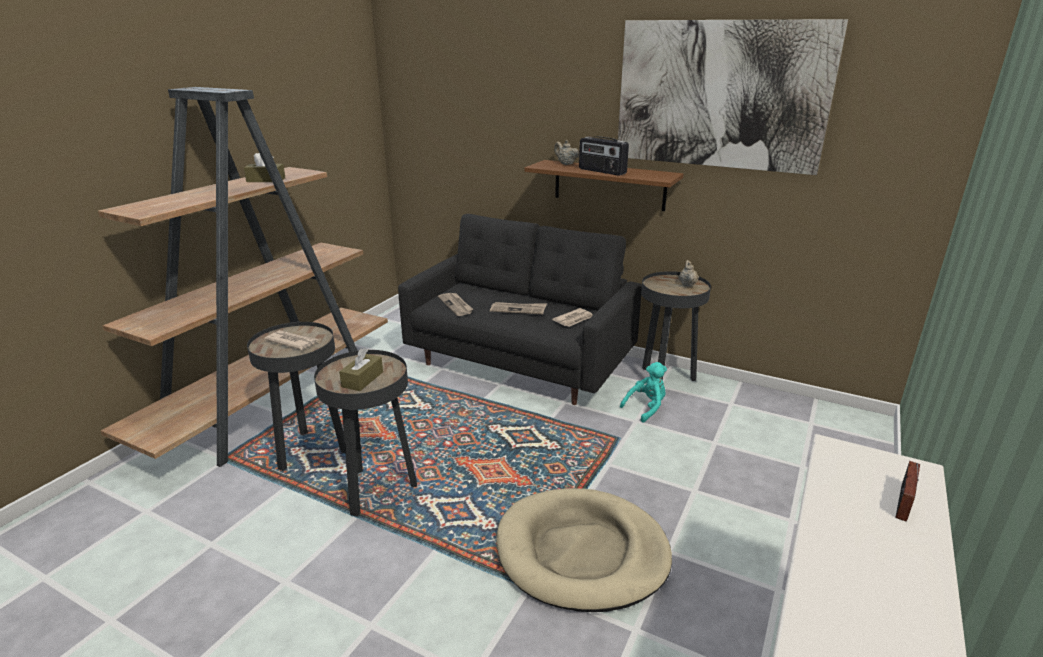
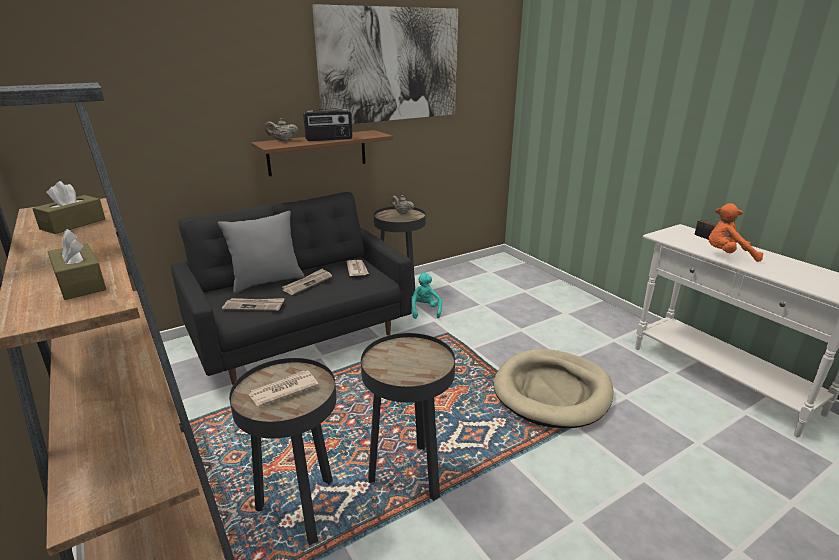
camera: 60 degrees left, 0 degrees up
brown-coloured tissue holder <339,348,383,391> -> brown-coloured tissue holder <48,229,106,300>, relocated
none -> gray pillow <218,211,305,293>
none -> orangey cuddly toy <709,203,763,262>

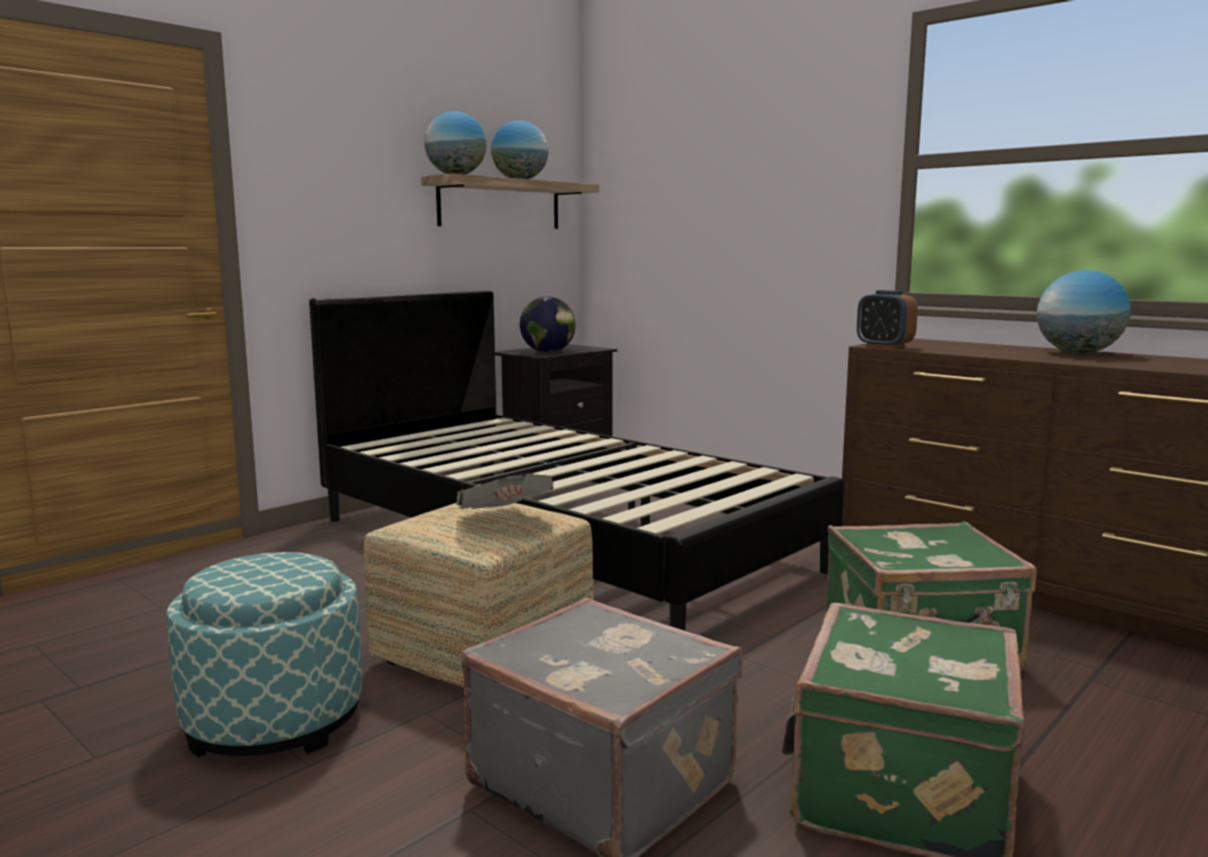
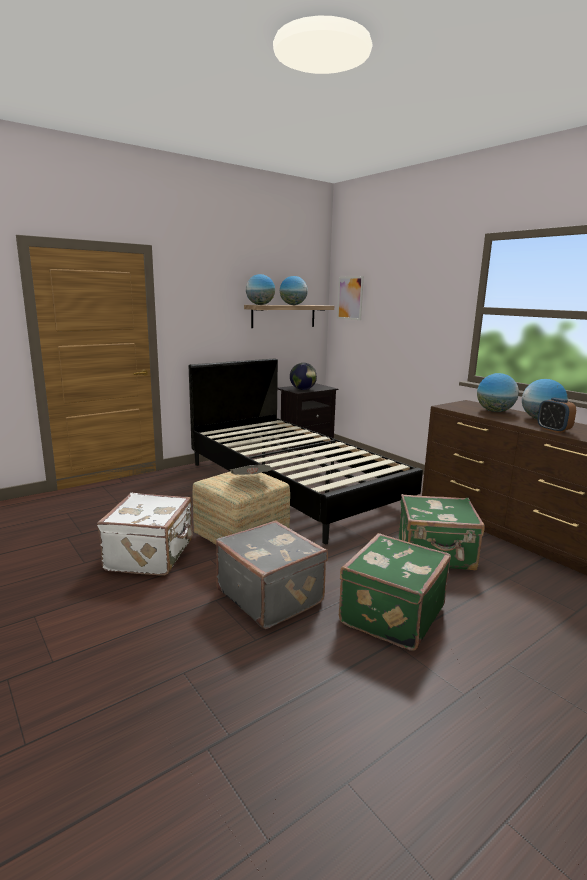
camera: 10 degrees right, 5 degrees up
pouffe <167,552,362,757> -> whitish suitcase <97,493,193,576>
none -> wall art <337,276,364,320>
none -> globe <477,373,519,412>
bedside clock <857,290,918,348> -> bedside clock <537,397,576,433>, relocated

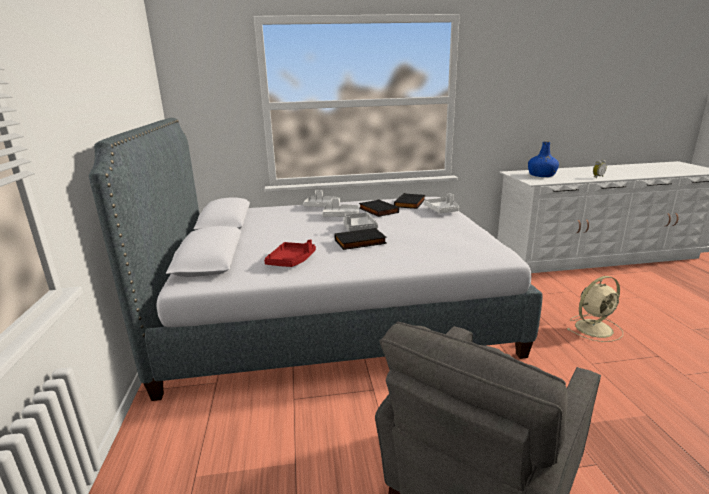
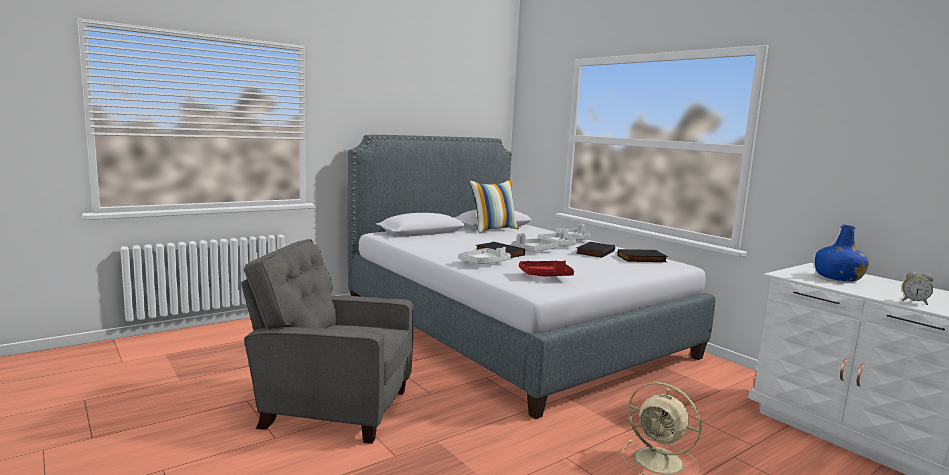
camera: 60 degrees right, 10 degrees down
whitish tray <424,193,459,213> -> whitish tray <459,247,511,264>, relocated
none -> pillow <470,179,519,233>
red-coloured tray <264,240,316,267> -> red-coloured tray <519,261,574,277>, relocated

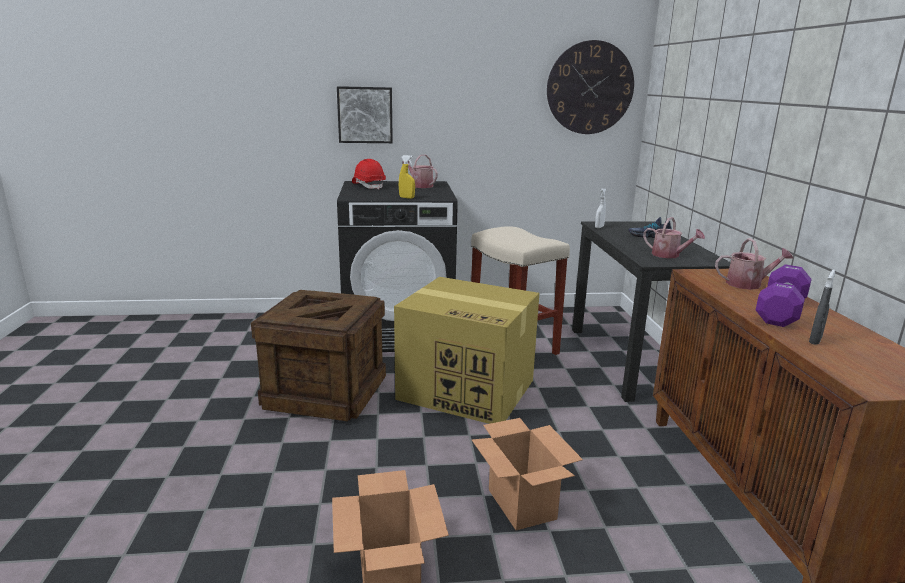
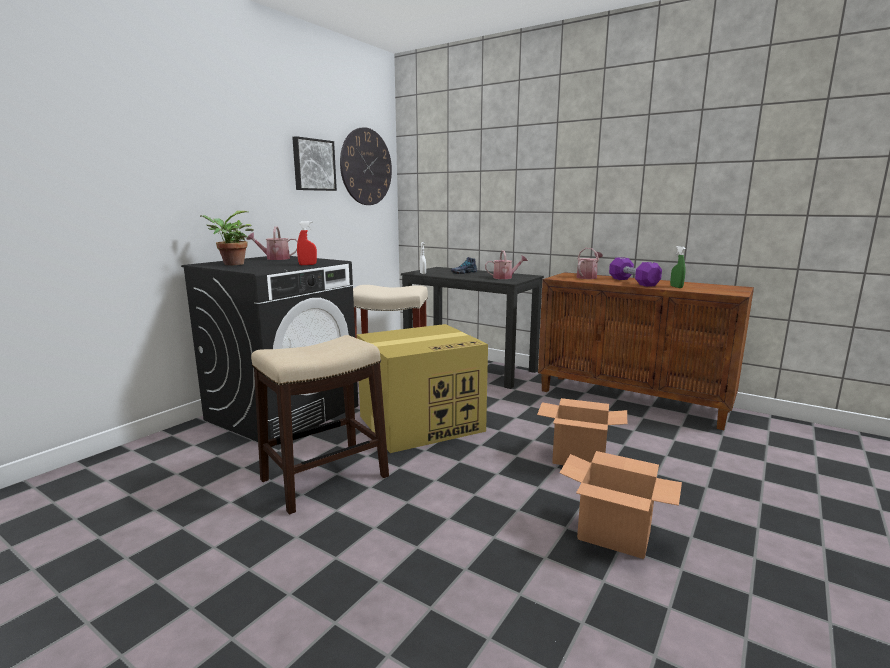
camera: 50 degrees left, 5 degrees down
red-coloured work helmet <352,159,386,190> -> potted plant <200,211,254,265>
shipping crate <251,290,386,421> -> stool <251,335,389,514>
wall art <337,86,393,143> -> wall art <292,136,337,191>, relocated
yellow-coloured spray bottle <399,155,415,199> -> red-coloured spray bottle <297,221,317,265>
gray spray bottle <809,269,835,345> -> green spray bottle <670,246,685,288>

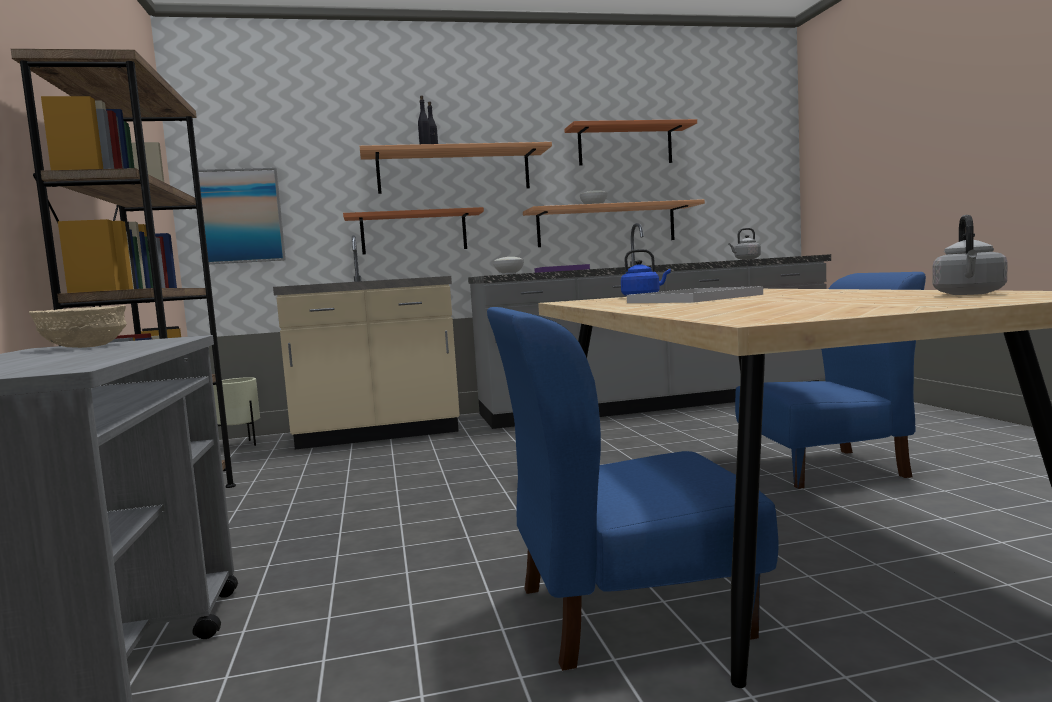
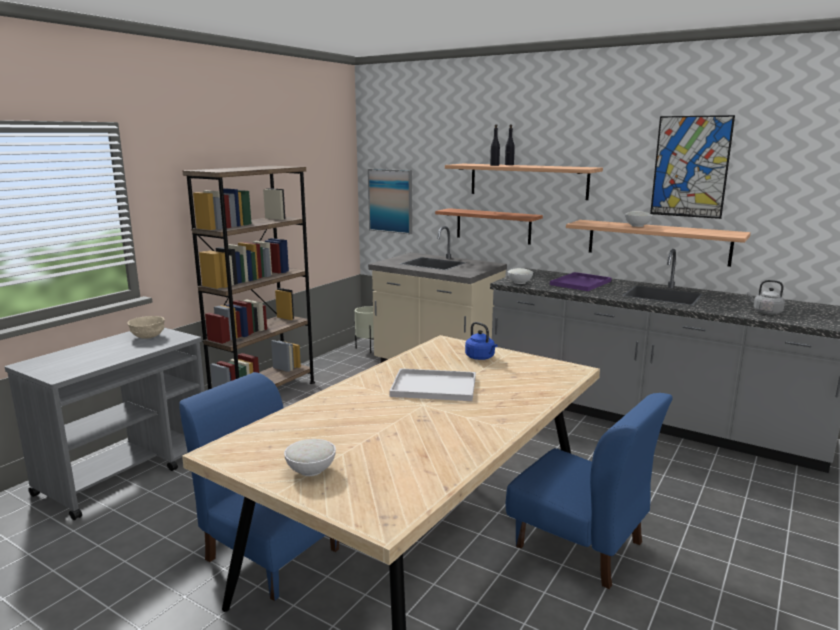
camera: 45 degrees right, 10 degrees up
none -> whitish serving bowl <284,439,336,476>
wall shelf <564,119,697,165> -> wall art <650,115,735,219>
gray tea kettle <932,215,1007,295> -> none

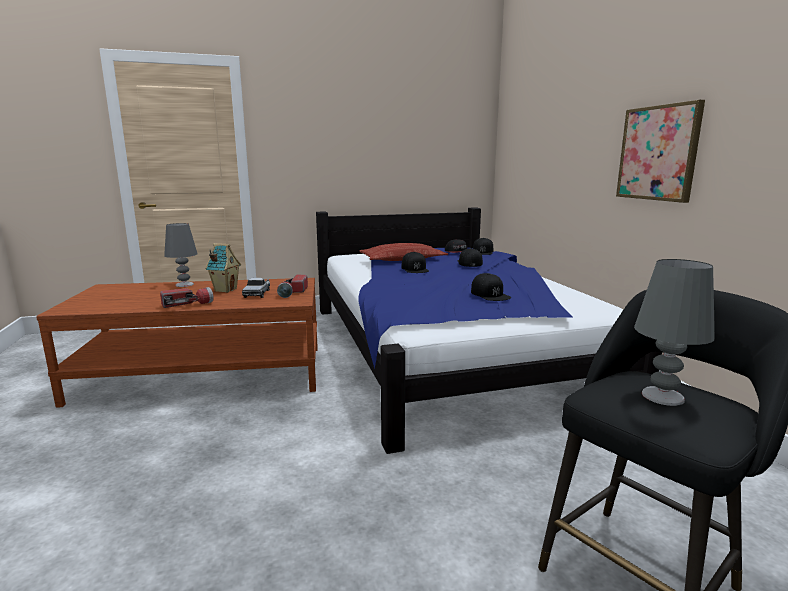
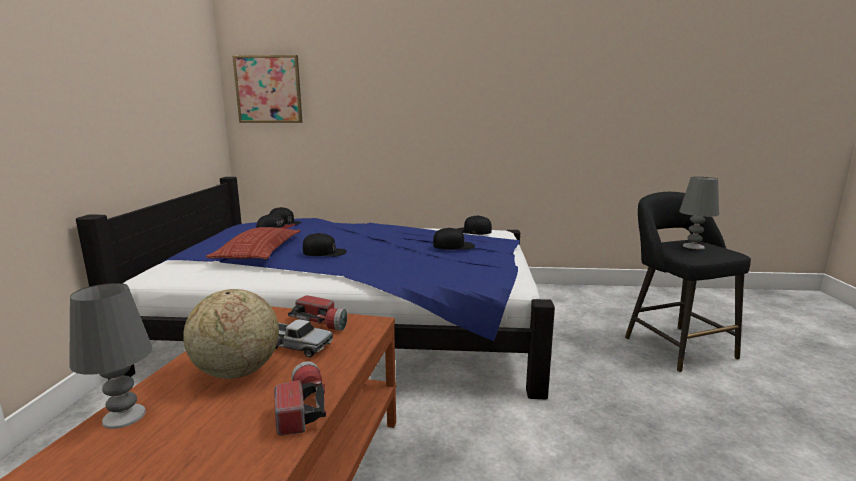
camera: 70 degrees left, 0 degrees up
model house <205,243,241,293> -> globe <183,289,279,379>
wall art <616,100,705,203> -> wall art <232,55,302,123>, relocated
blackish baseball cap <458,248,483,267> -> blackish baseball cap <457,215,492,235>, relocated

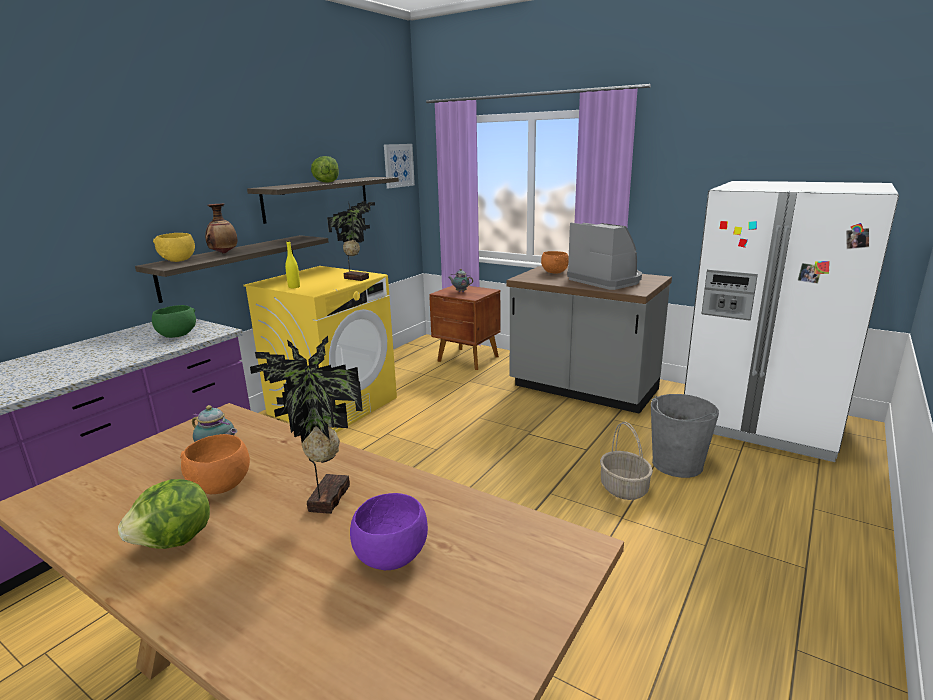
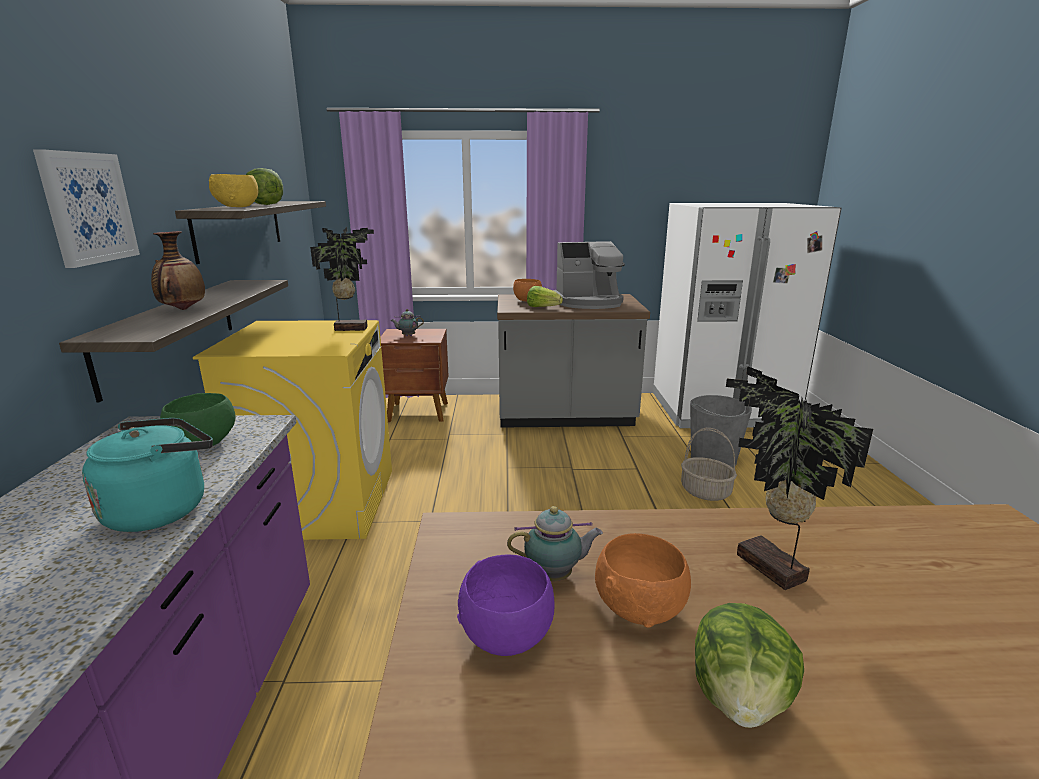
camera: 35 degrees left, 0 degrees up
wall art <384,144,415,188> -> wall art <33,149,140,268>, relocated
none -> turquoise-coloured tea kettle <82,418,213,532>
yellow-coloured serving bowl <153,233,195,262> -> yellow-coloured serving bowl <209,174,258,207>, relocated
purple serving bowl <350,493,428,570> -> purple serving bowl <457,555,555,656>, relocated
none -> lettuce <527,286,563,307>
coffee brewer <567,223,642,290> -> coffee brewer <553,241,625,309>, 150 degrees clockwise
yellow-coloured drink bottle <285,241,300,288> -> none

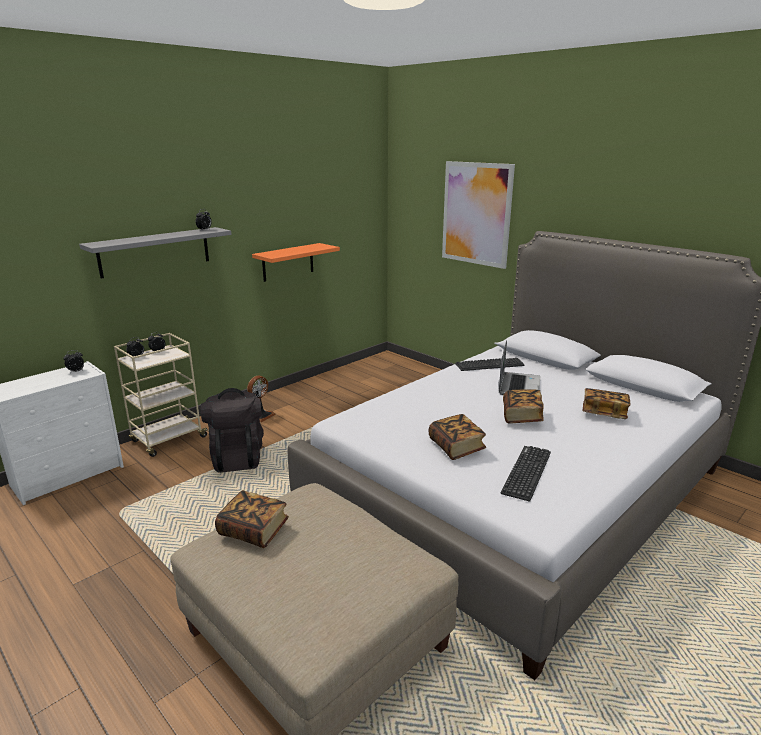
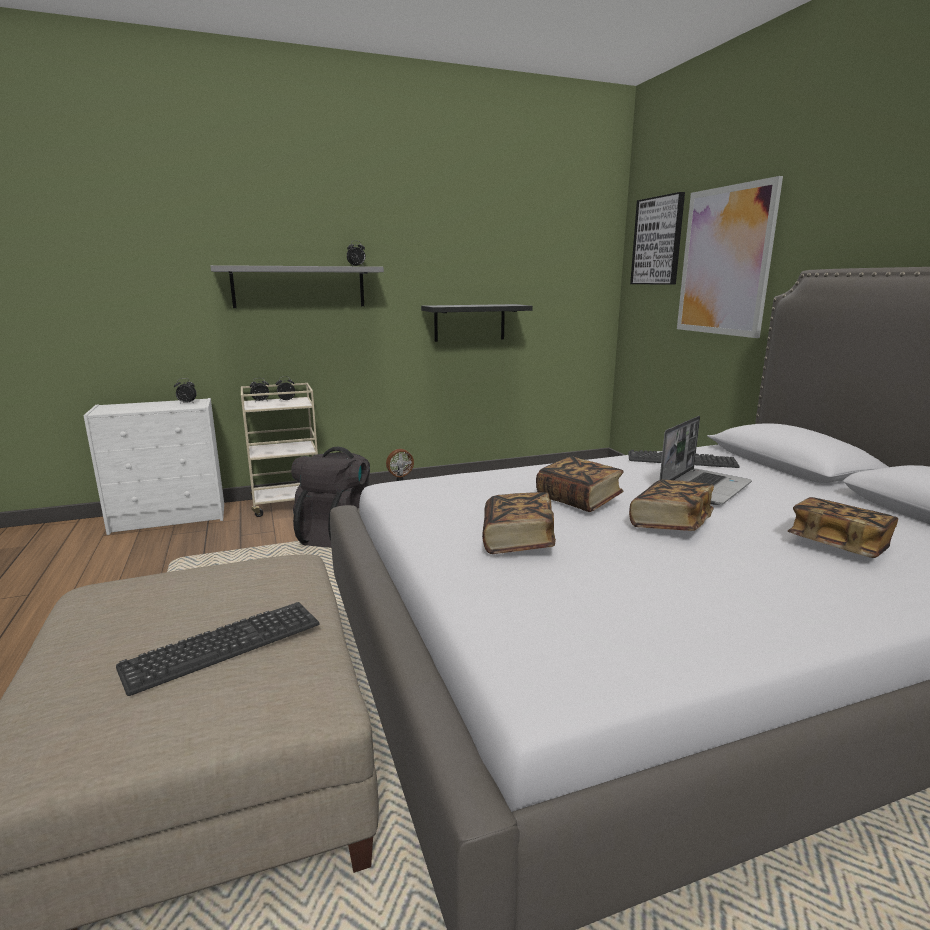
camera: 25 degrees right, 5 degrees down
keyboard <500,446,551,501> -> keyboard <116,602,320,696>, relocated
orangey wall shelf <252,243,340,282> -> blackish wall shelf <421,304,533,342>
volume <215,490,289,548> -> volume <536,456,624,512>, relocated
none -> wall art <630,192,685,285>

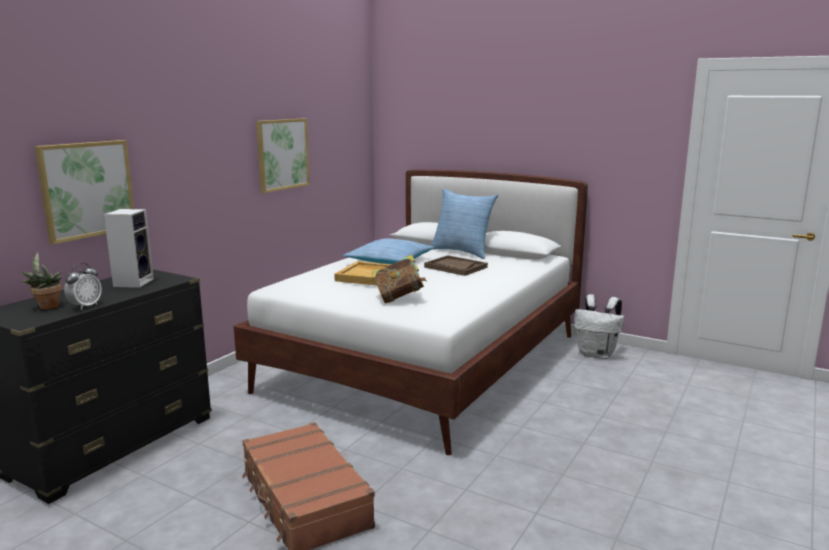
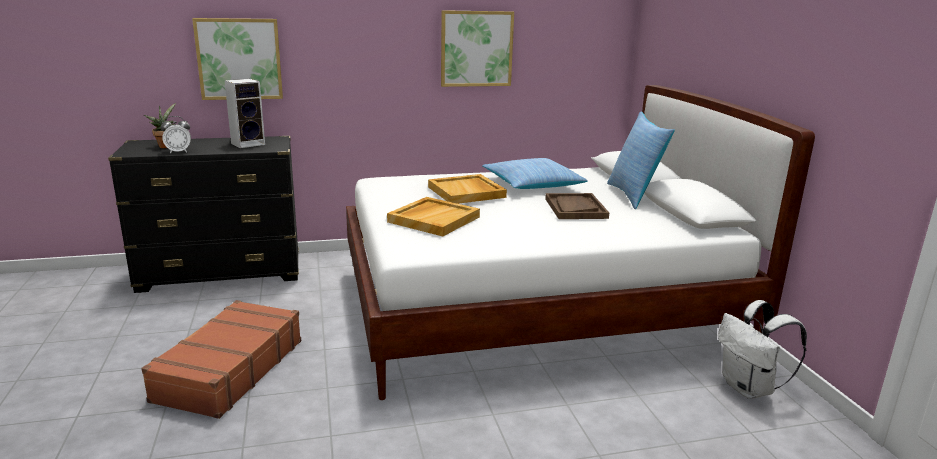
camera: 45 degrees right, 5 degrees up
volume <372,255,427,303> -> sand-coloured tray <387,197,480,237>

